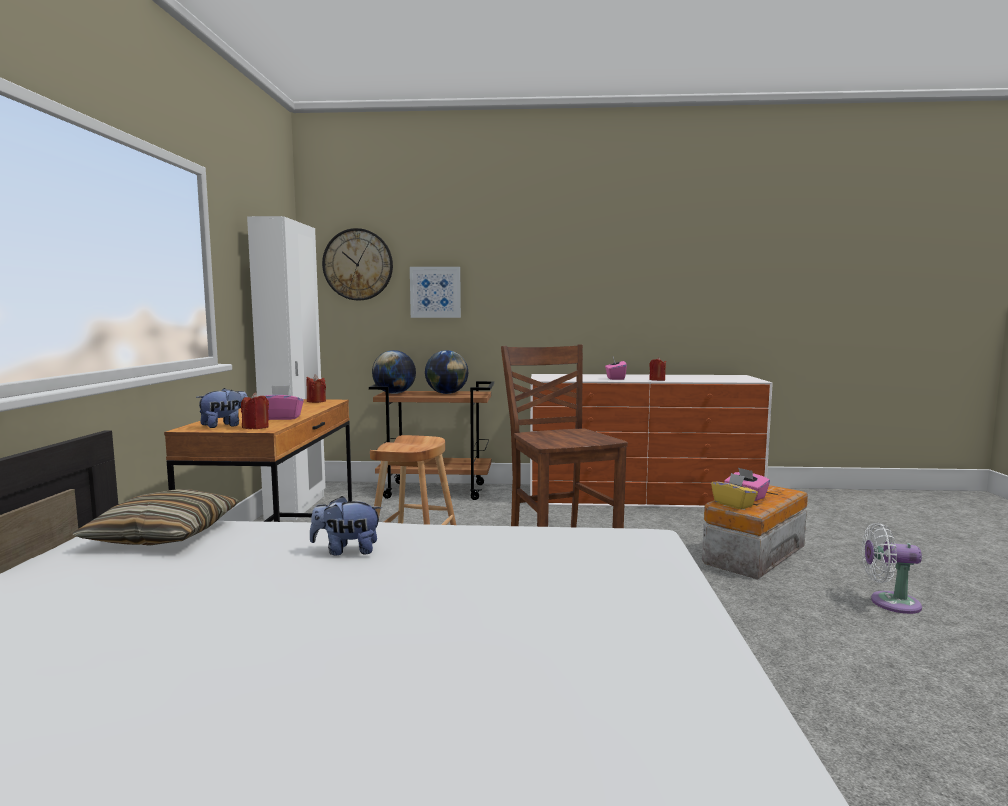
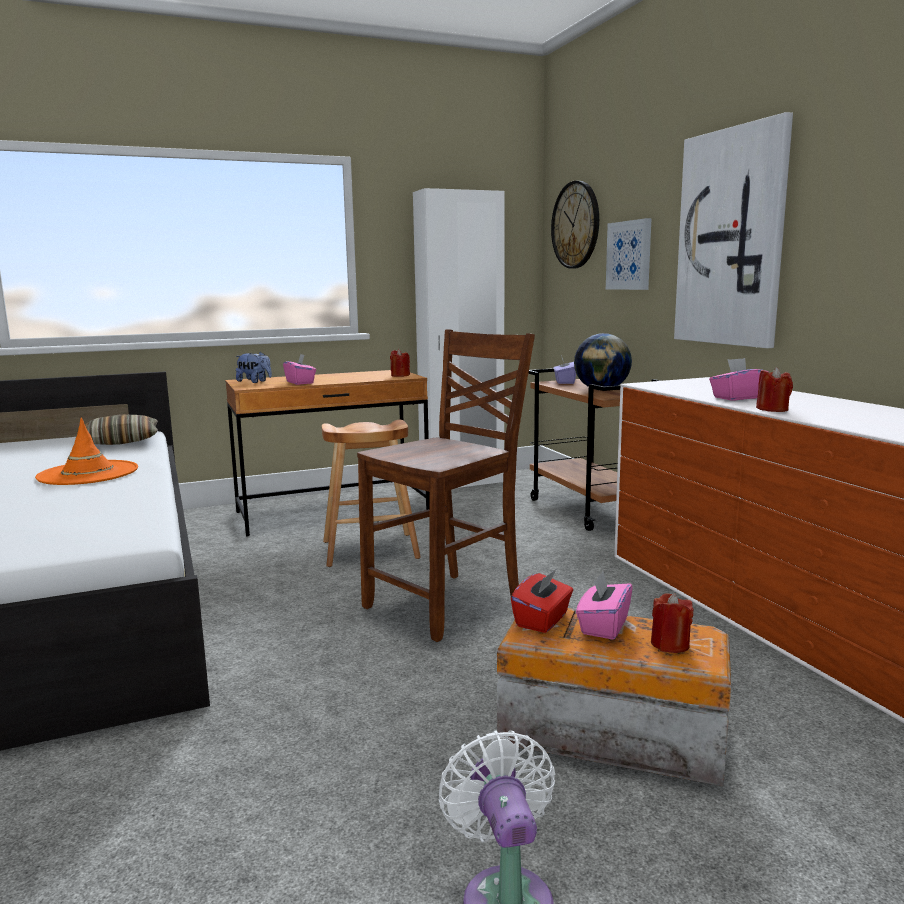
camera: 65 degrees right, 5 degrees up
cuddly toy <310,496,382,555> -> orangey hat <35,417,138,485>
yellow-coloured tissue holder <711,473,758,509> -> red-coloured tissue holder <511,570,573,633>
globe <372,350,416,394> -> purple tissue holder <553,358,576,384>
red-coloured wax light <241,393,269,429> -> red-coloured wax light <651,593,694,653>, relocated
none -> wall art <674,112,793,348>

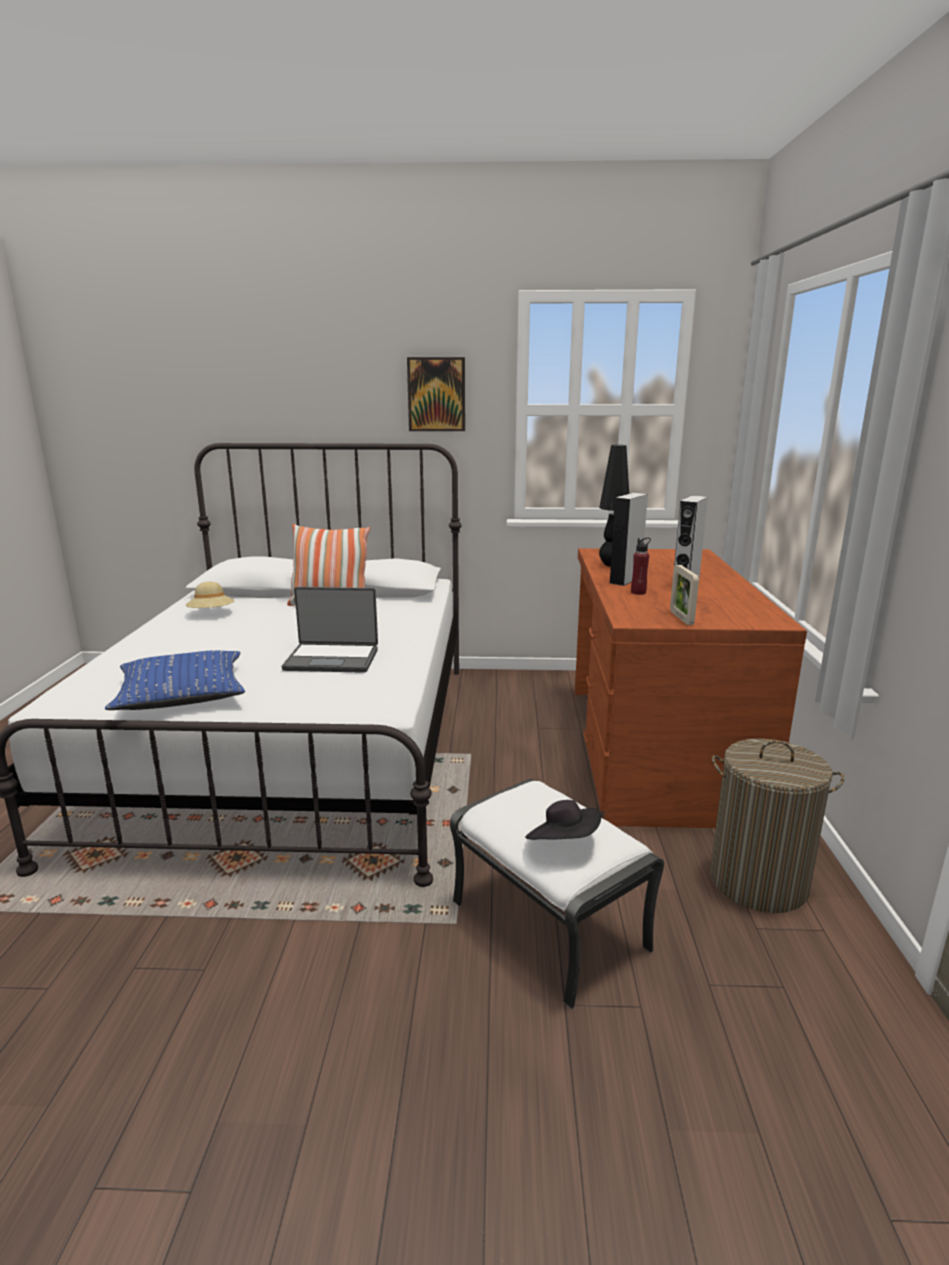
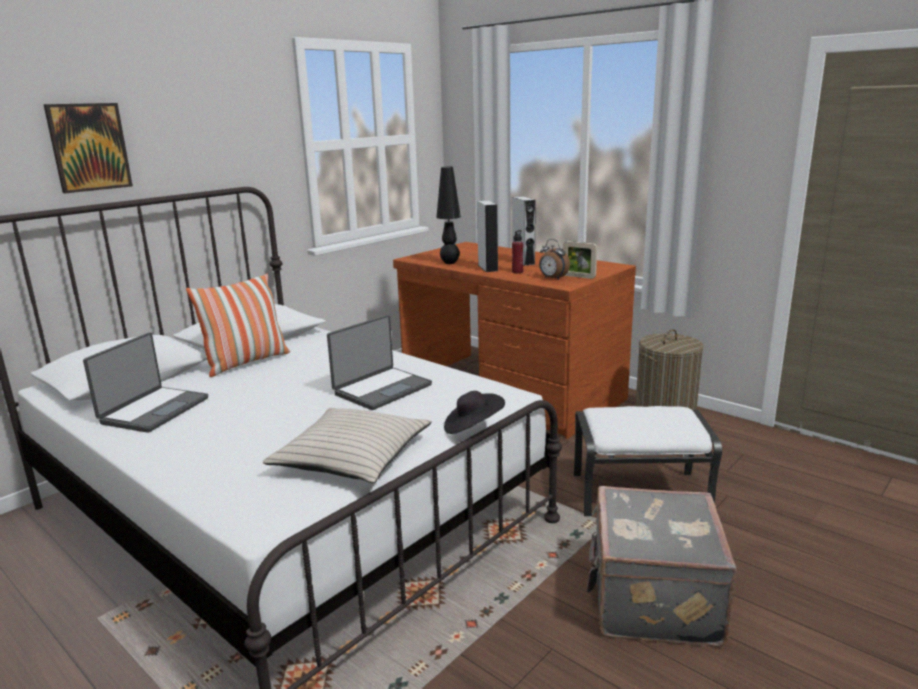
camera: 50 degrees left, 0 degrees up
wall art <407,357,465,431> -> wall art <43,103,133,193>, relocated
sand-coloured hat <186,582,234,608> -> portable computer <83,332,208,433>
bluish pillow <105,650,245,710> -> sand-coloured pillow <263,408,432,483>
blackish hat <525,800,601,840> -> blackish hat <444,391,505,434>, relocated
none -> bedside clock <539,239,570,280>
none -> gray suitcase <587,486,737,647>

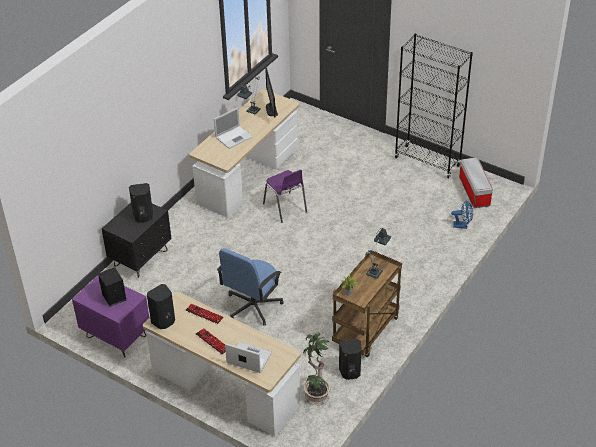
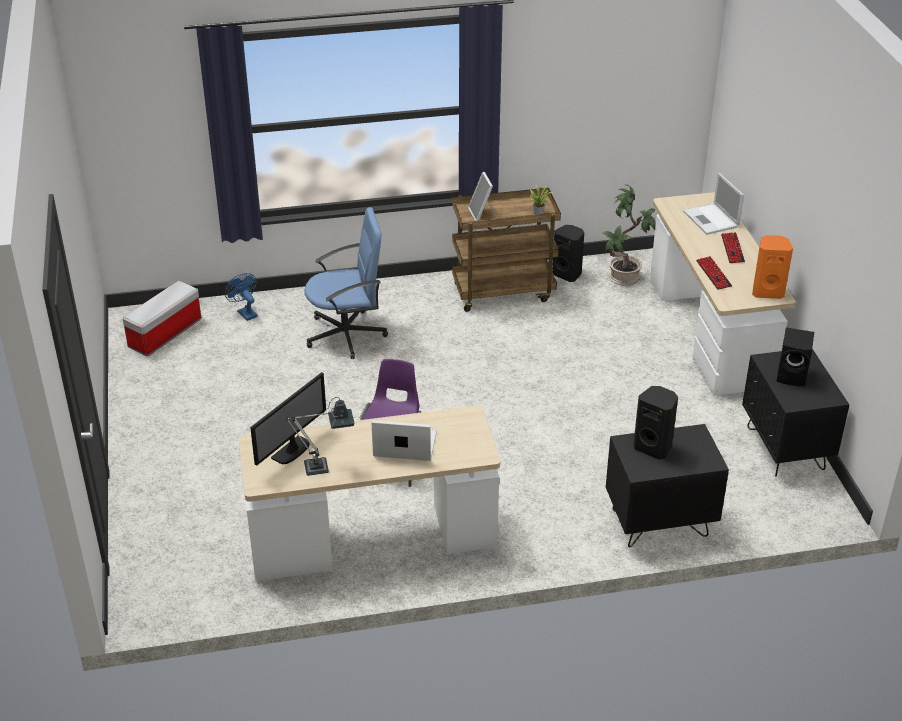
camera: 135 degrees left, 5 degrees down
bluish desk chair <217,248,284,326> -> bluish desk chair <304,207,388,359>, relocated
table lamp <366,228,391,279> -> photo frame <468,172,496,221>
purple night table <72,275,149,357> -> blackish night table <742,349,850,476>
blackish loudspeaker <147,284,175,329> -> orangey loudspeaker <752,235,793,299>
blackish bookshelf <395,34,473,178> -> none

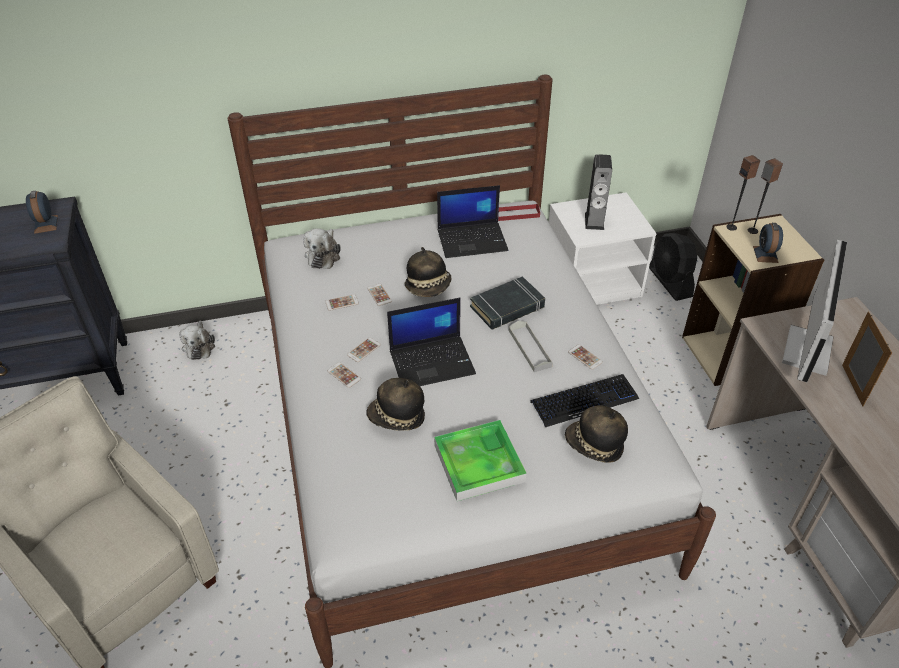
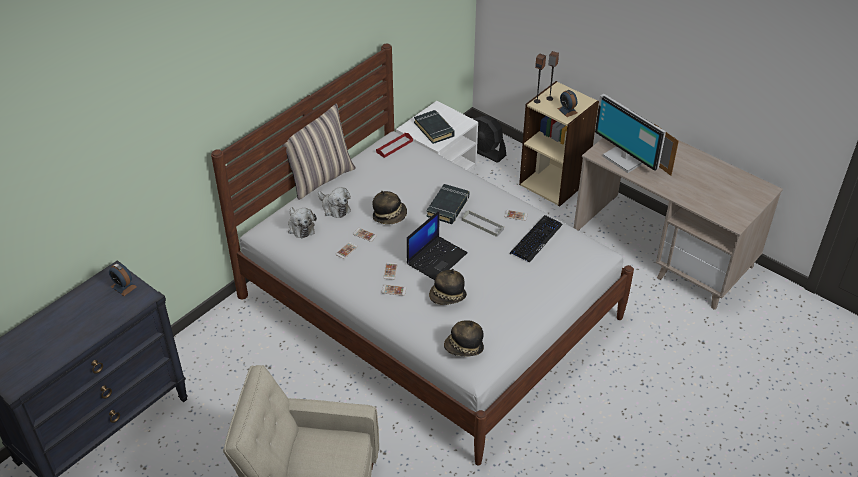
camera: 35 degrees left, 0 degrees up
none -> pillow <282,103,356,200>
cuddly toy <179,321,215,360> -> cuddly toy <318,187,351,218>, relocated
loudspeaker <585,154,612,230> -> blackish volume <414,110,455,144>
hat <565,405,628,463> -> hat <444,320,484,356>, relocated
computer display <782,240,847,382> -> computer display <595,94,666,173>, 150 degrees clockwise
tray <434,420,527,501> -> none
portable computer <437,185,508,258> -> none

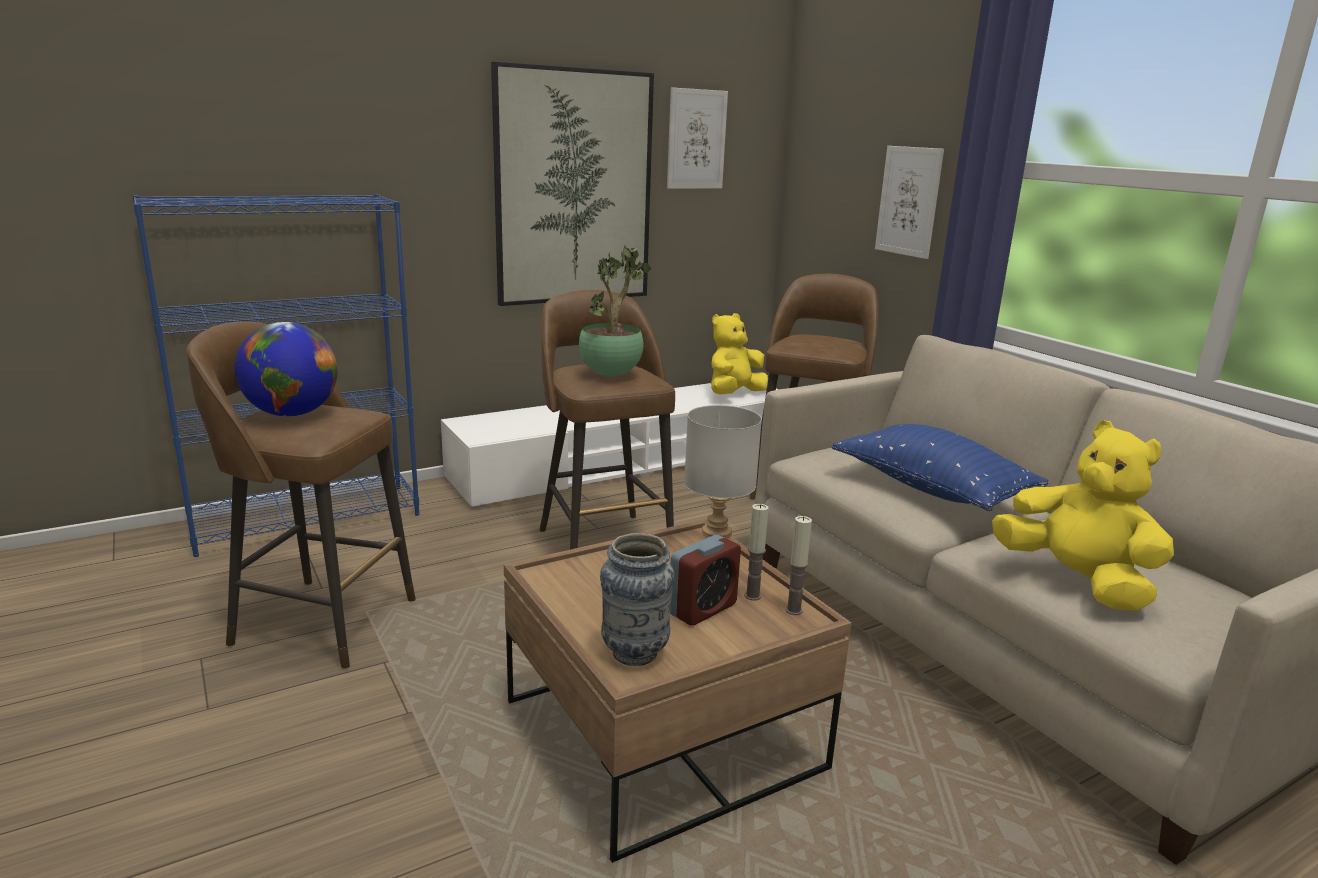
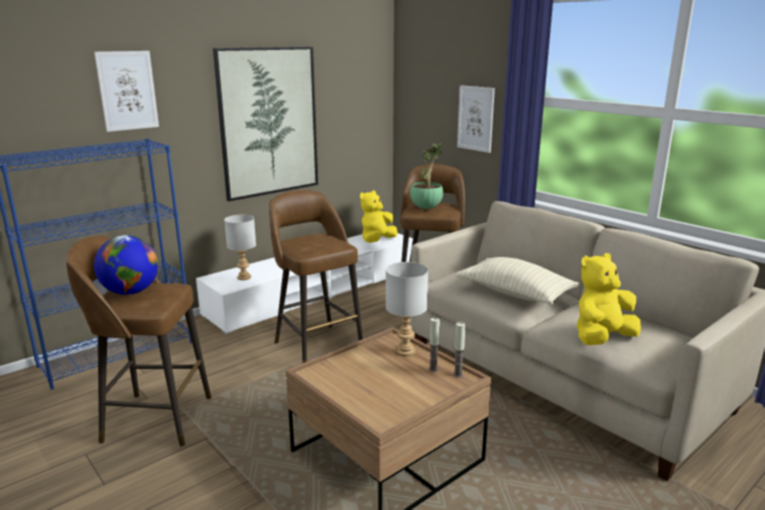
camera: 10 degrees left, 0 degrees up
wall art <667,88,728,189> -> wall art <94,51,159,132>, relocated
none -> gray table lamp <224,215,256,280>
potted plant <579,246,651,377> -> potted plant <410,143,443,209>, relocated
bluish pillow <832,424,1049,511> -> sand-coloured pillow <456,257,579,305>
yellow-coloured cuddly toy <992,421,1174,611> -> yellow-coloured cuddly toy <577,253,641,345>, 75 degrees counterclockwise
vase <600,533,675,666> -> none
bedside clock <670,535,741,625> -> none

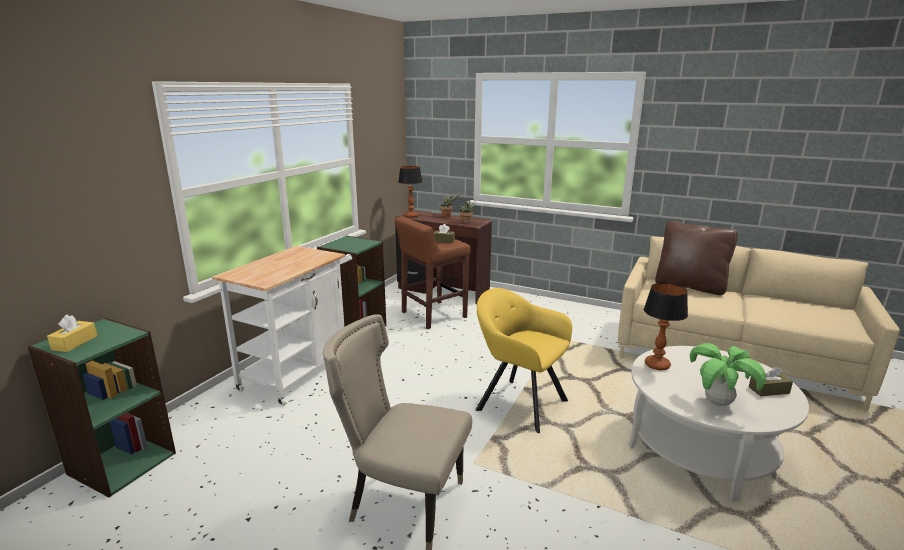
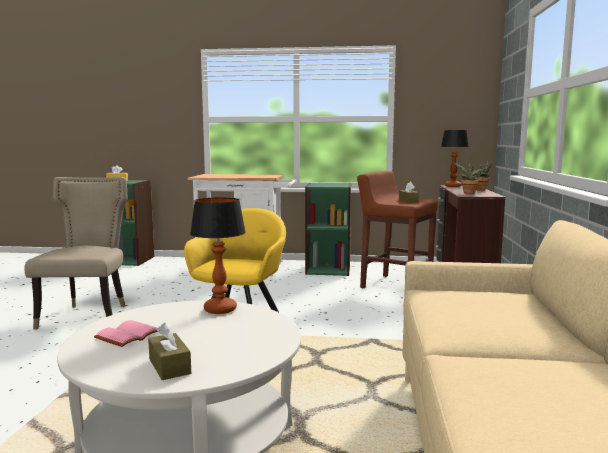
camera: 70 degrees right, 10 degrees down
potted plant <690,343,766,406> -> pink-coloured volume <94,320,158,347>
brown-coloured pillow <655,221,738,295> -> none

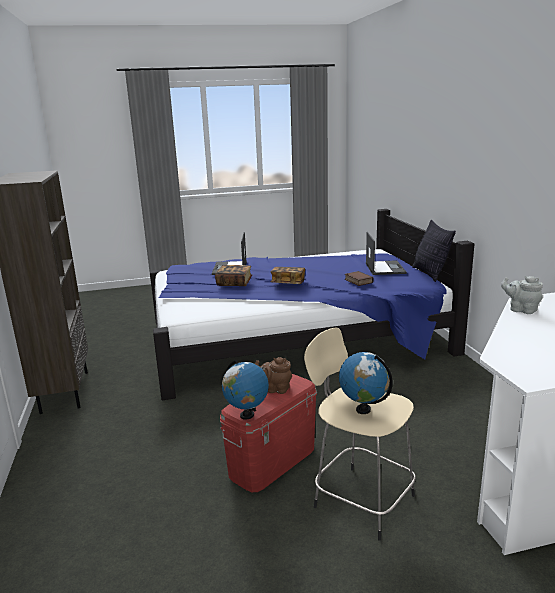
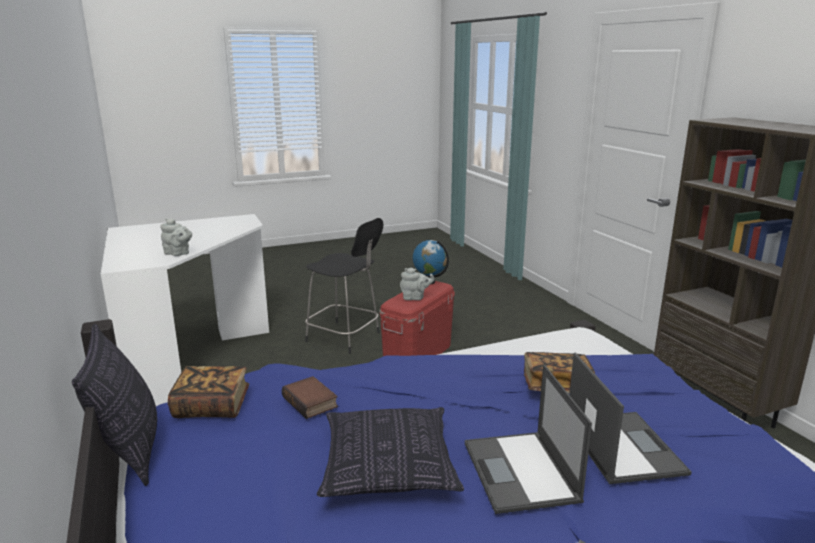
camera: 170 degrees right, 0 degrees up
volume <271,267,305,284> -> volume <168,366,249,418>, relocated
sand-coloured stool <304,327,416,541> -> blackish stool <305,218,383,354>
none -> pillow <317,407,464,497>
brown-coloured teapot <255,357,292,394> -> gray teapot <400,268,435,300>
portable computer <366,232,407,275> -> portable computer <465,365,592,514>, relocated
globe <339,352,393,414> -> none

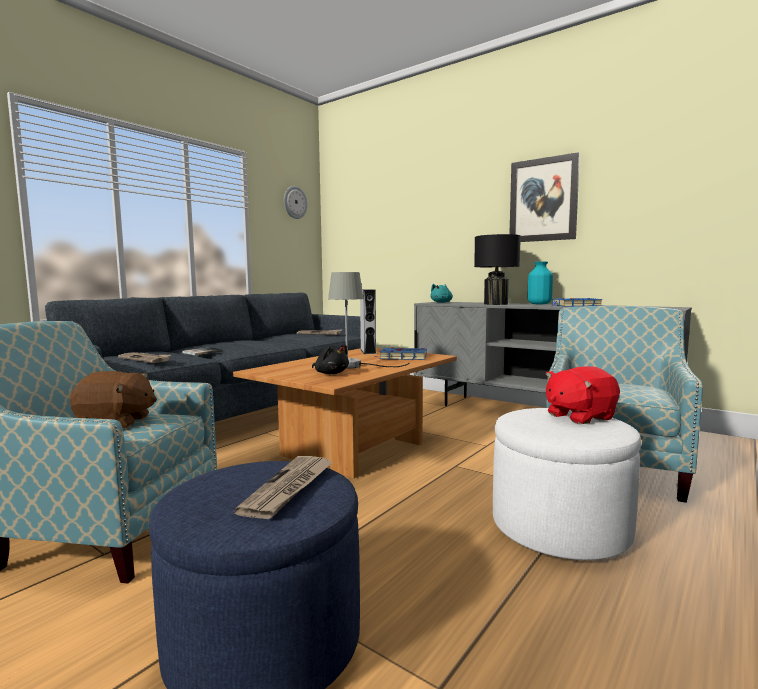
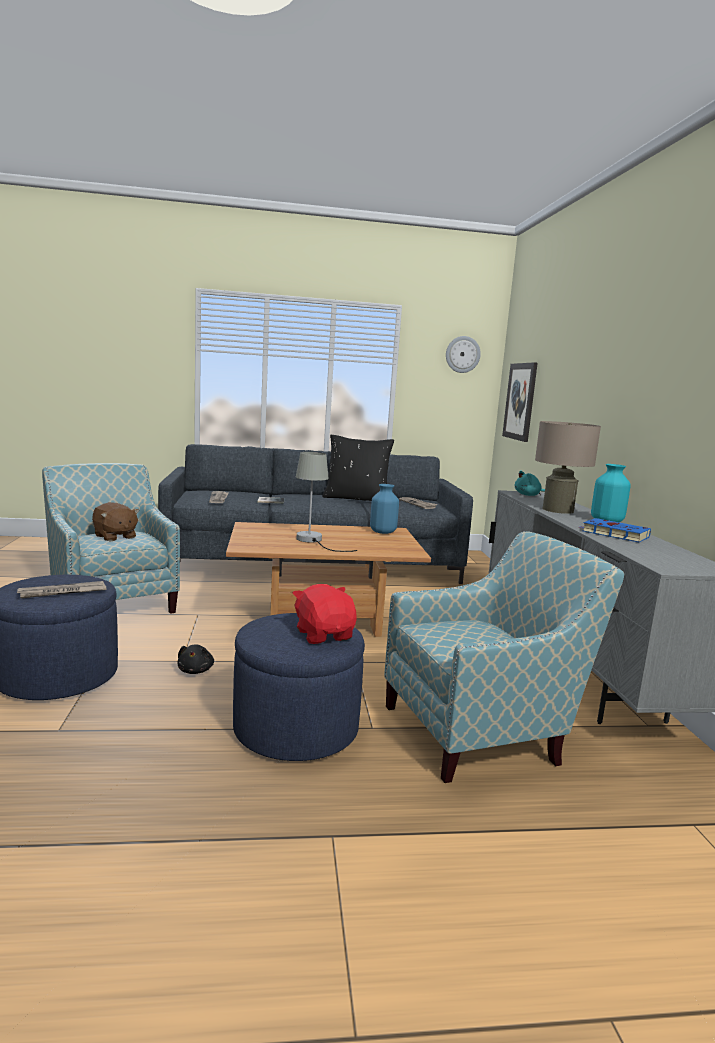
camera: 45 degrees right, 5 degrees up
blackish cuddly toy <312,344,349,374> -> blackish cuddly toy <178,644,214,674>, relocated
whitish pouffe <493,408,641,560> -> bluish pouffe <233,613,365,761>
red-coloured cuddly toy <546,366,620,424> -> red-coloured cuddly toy <293,584,357,644>, 45 degrees clockwise
none -> blackish pillow <322,435,394,501>
gray loudspeaker <360,289,376,354> -> bluish vase <370,484,399,534>
wall art <509,152,580,242> -> wall art <502,362,538,442>, relocated
blackish table lamp <474,234,521,305> -> sand-coloured table lamp <535,421,601,514>
bluish volume <374,348,426,360> -> none

